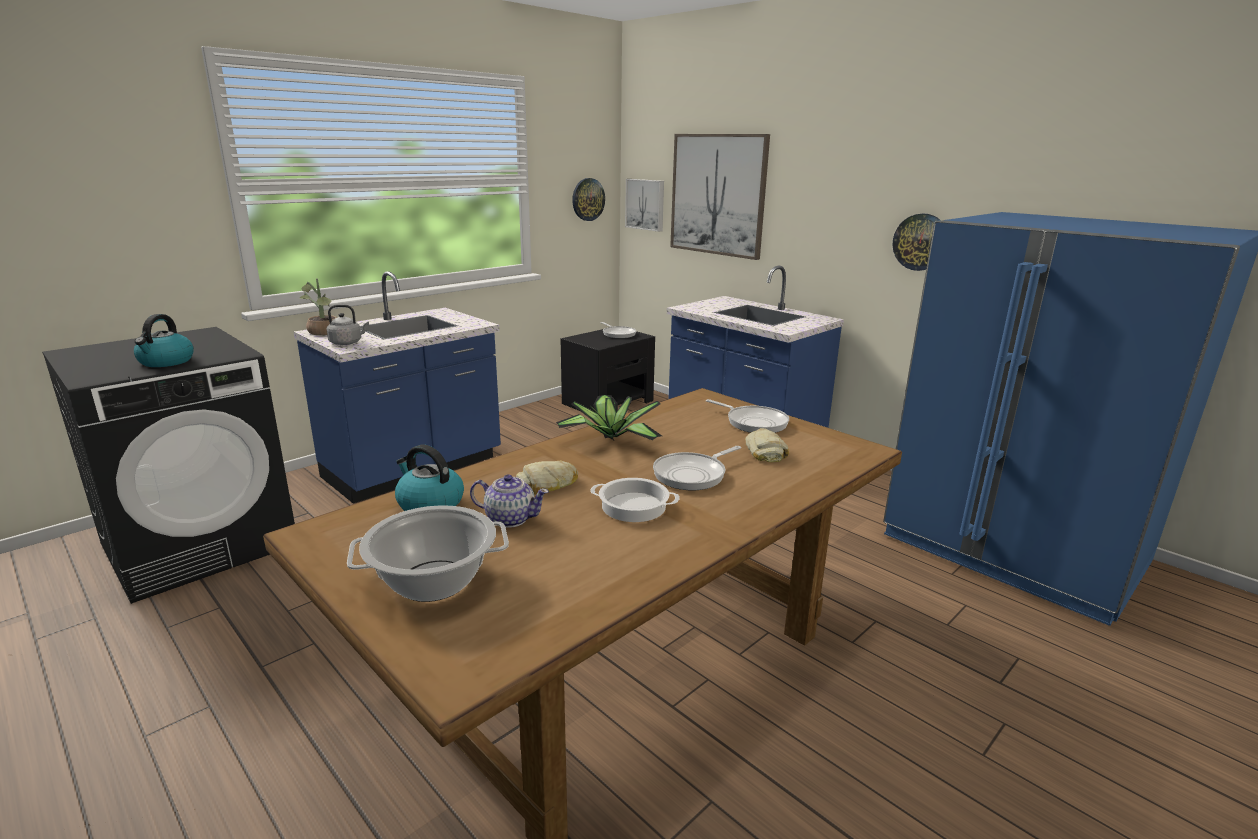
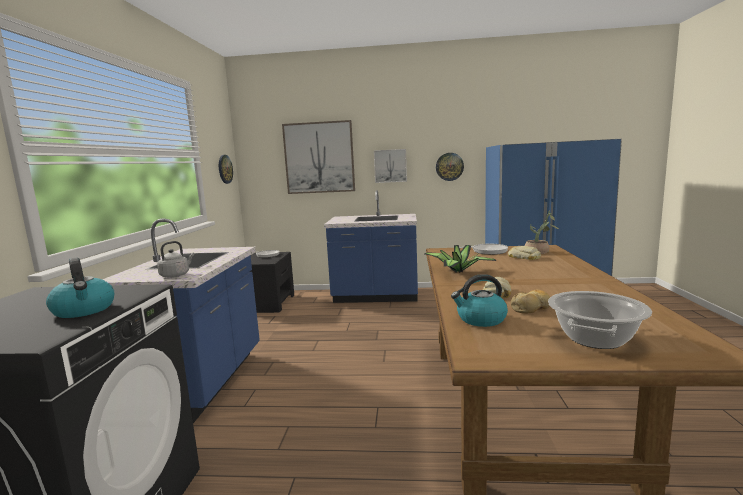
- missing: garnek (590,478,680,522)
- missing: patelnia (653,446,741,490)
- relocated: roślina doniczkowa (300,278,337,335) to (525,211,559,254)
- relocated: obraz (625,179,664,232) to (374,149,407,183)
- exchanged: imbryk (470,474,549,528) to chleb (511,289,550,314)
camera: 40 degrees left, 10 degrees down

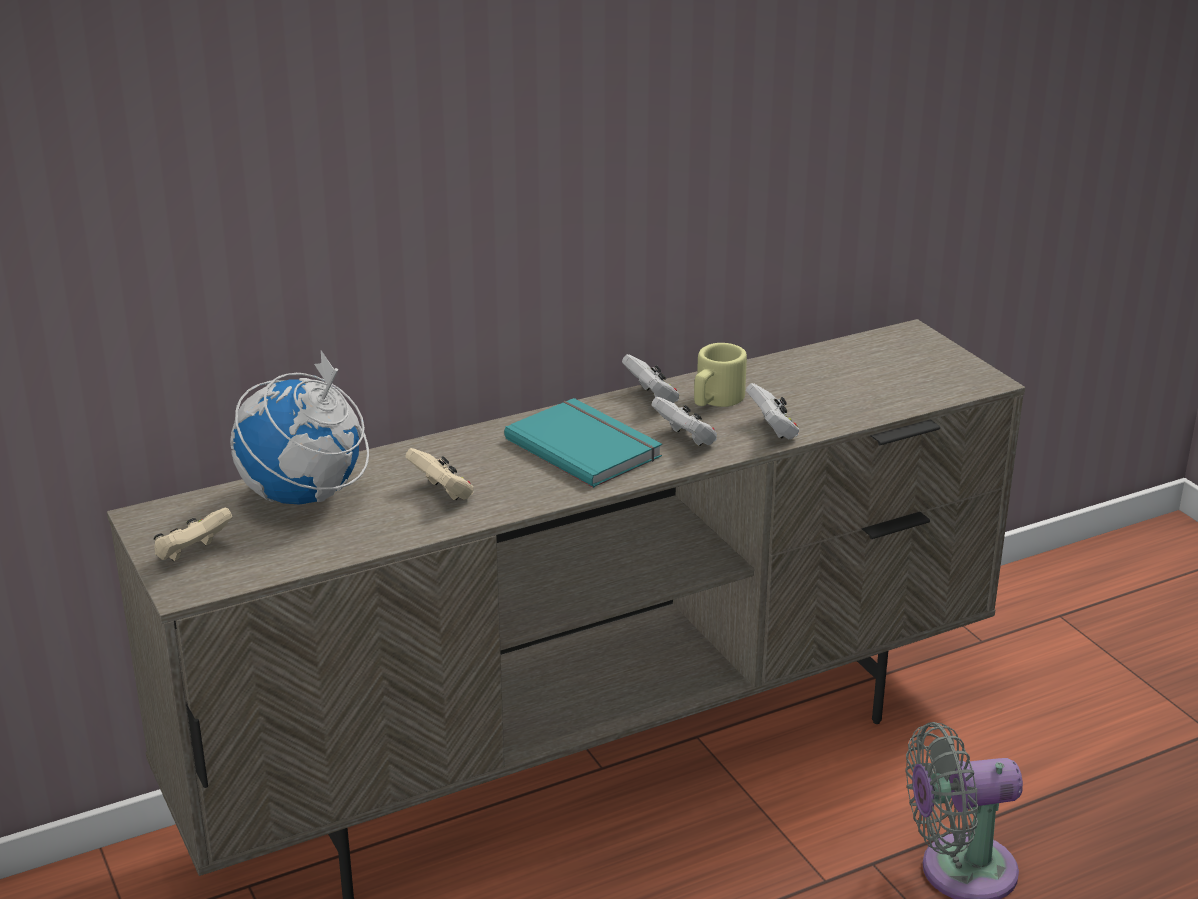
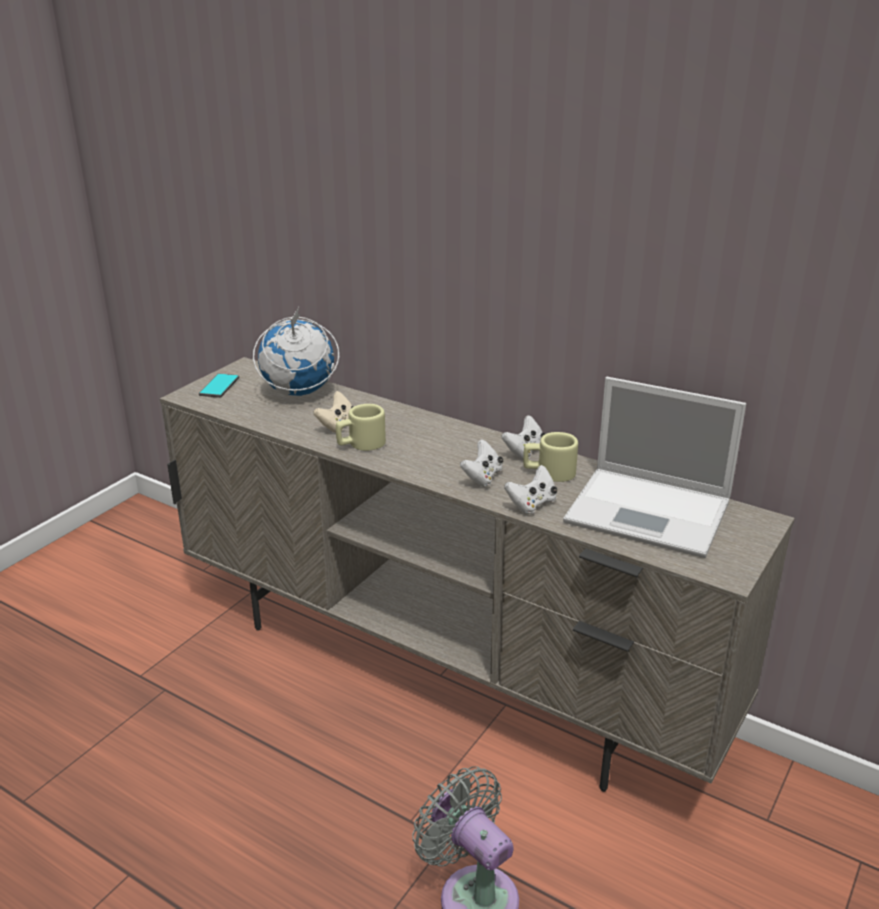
- missing: książka (turkusowy) (504,398,662,488)
- appeared: kubek (beżowy) (336,404,386,451)
- appeared: laptop (563,377,746,558)
- exchanged: pad do gier (beżowy) (153,508,232,561) to telefon (199,374,239,398)
camera: 60 degrees right, 0 degrees up

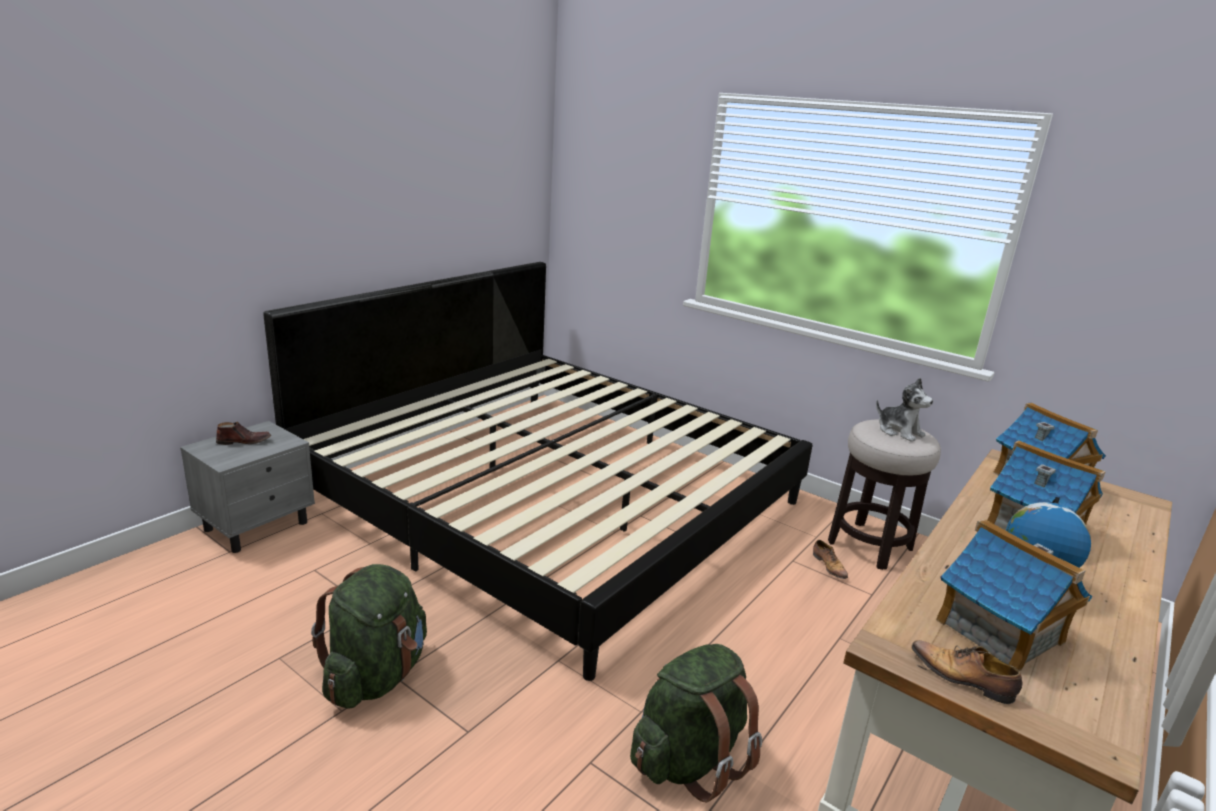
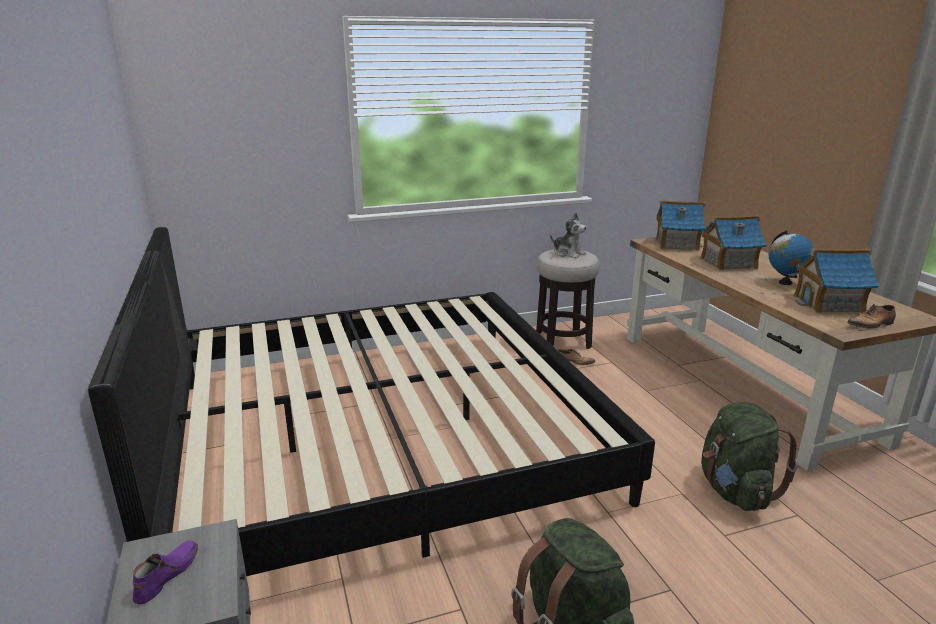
- colour: but (brązowy) (216,422,271,445) to but (fioletowy) (133,540,198,605)
- spun: pluszak (876,378,933,442) = (550,213,586,258) 45 degrees clockwise
camera: 55 degrees left, 0 degrees up

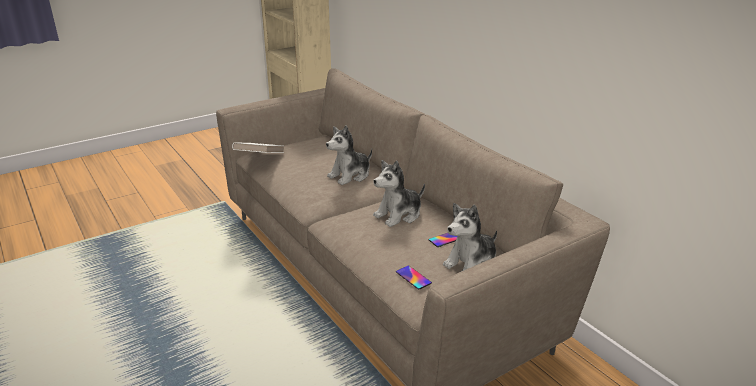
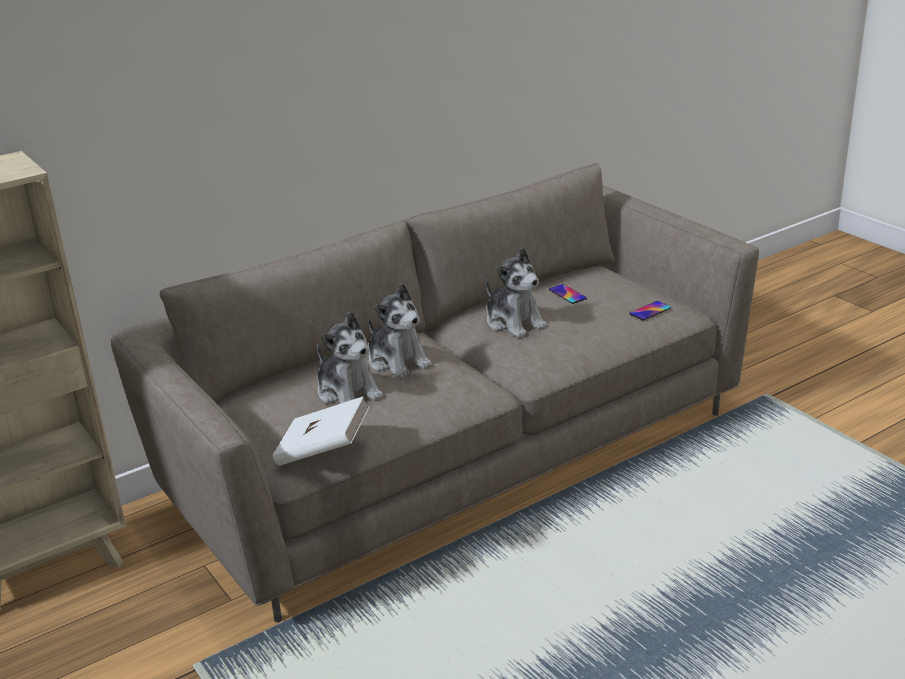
- relocated: pluszak (443,203,497,272) to (317,312,383,404)
camera: 90 degrees left, 0 degrees up

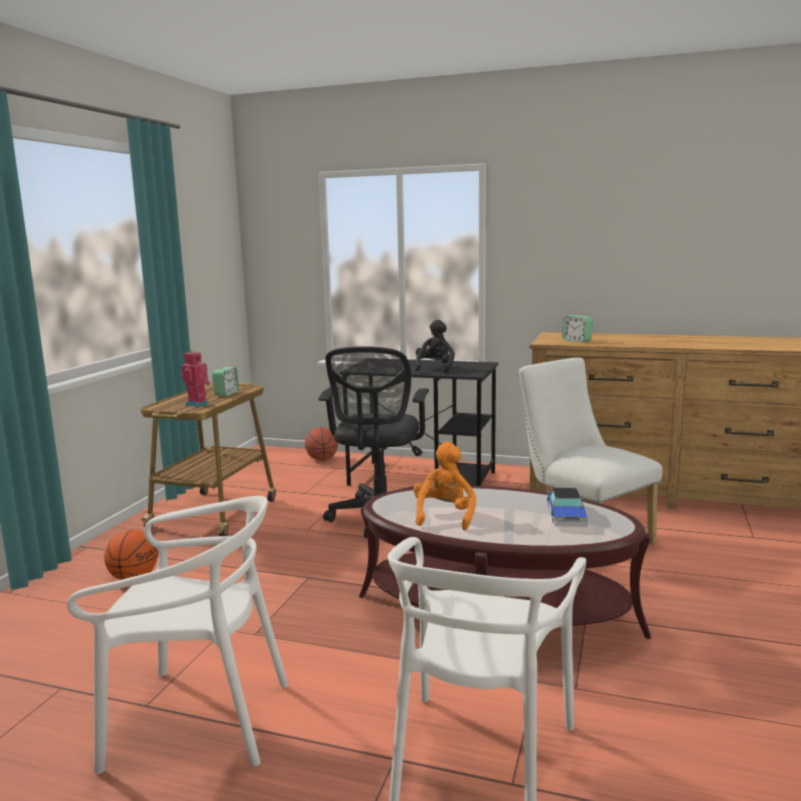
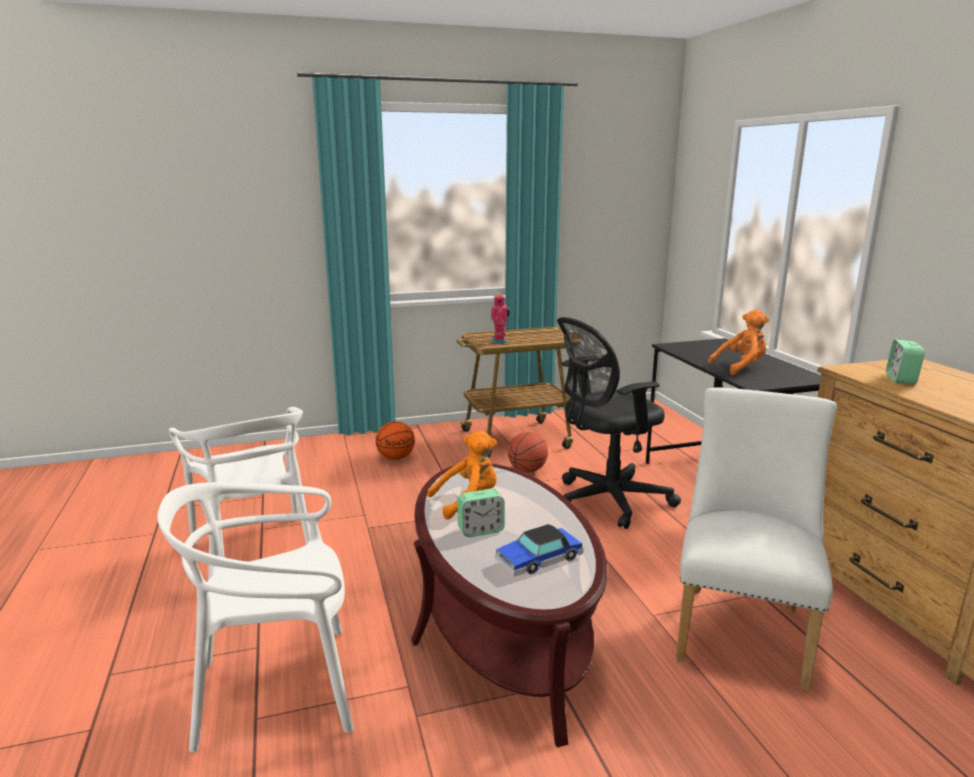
- relocated: budzik (212,367,239,396) to (457,489,505,537)
- relocated: piłka do koszykówki (305,427,338,460) to (508,432,548,472)
- colour: pluszak (czarny) (415,320,455,373) to pluszak (pomarańczowy) (708,309,769,375)
camera: 55 degrees right, 5 degrees up

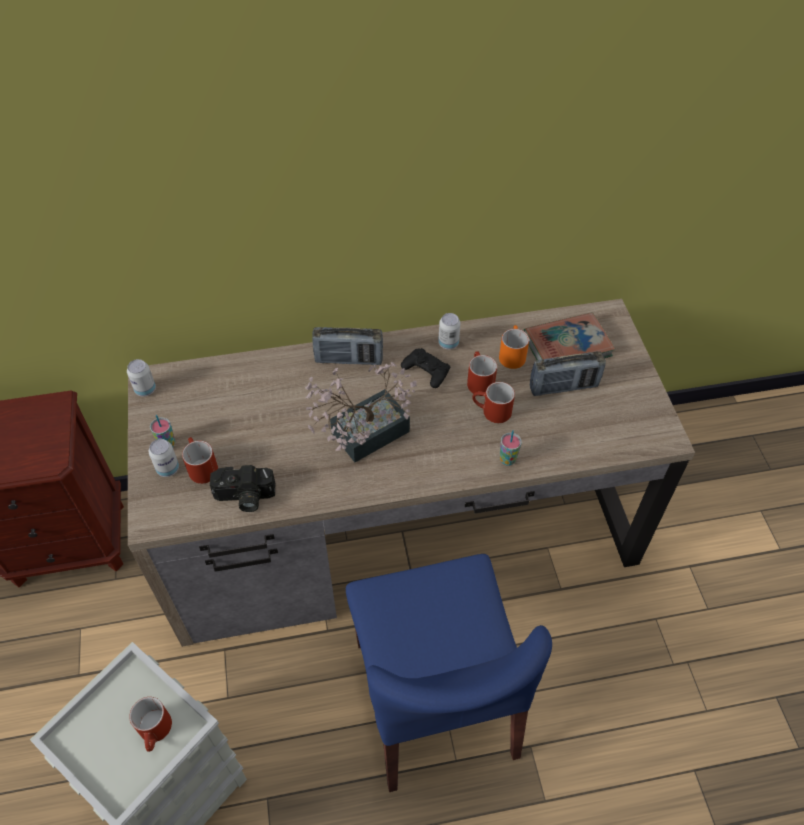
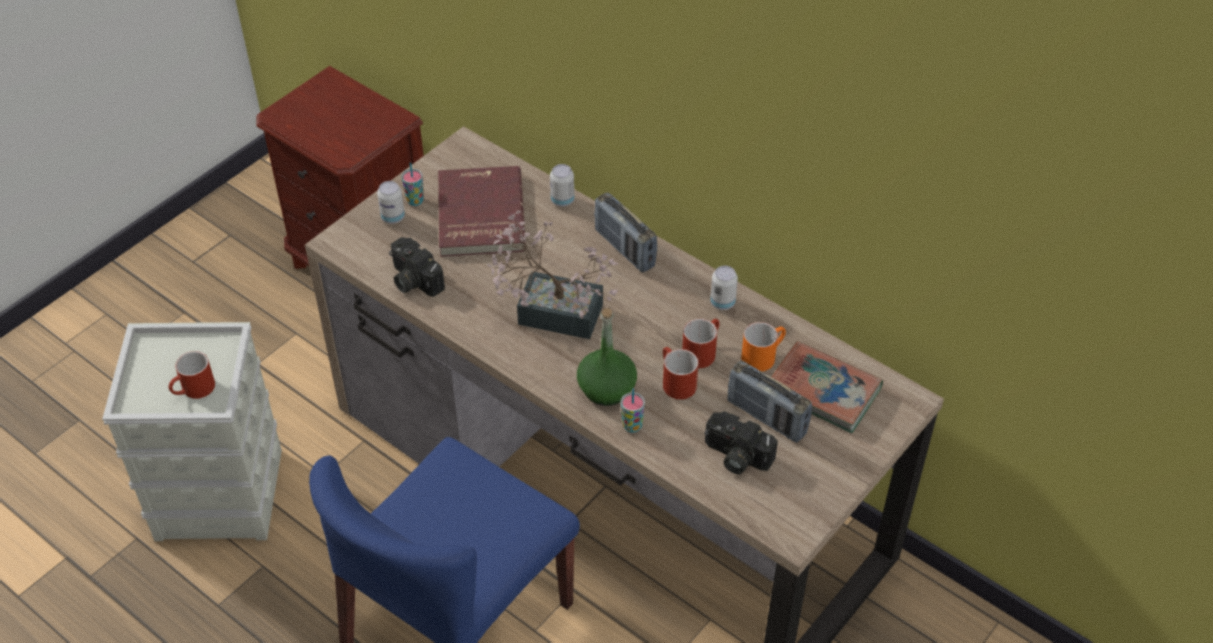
- missing: kubek (czerwony) (182,437,218,484)
- missing: pad do gier (czarny) (401,348,450,388)
- appeared: książka (czerwony) (438,166,526,257)
- appeared: butelka (zielony) (577,308,637,406)
- appeared: aparat fotograficzny (704,412,778,474)
- relocated: puszka (127,359,156,397) to (550,164,574,207)
camera: 50 degrees right, 5 degrees down

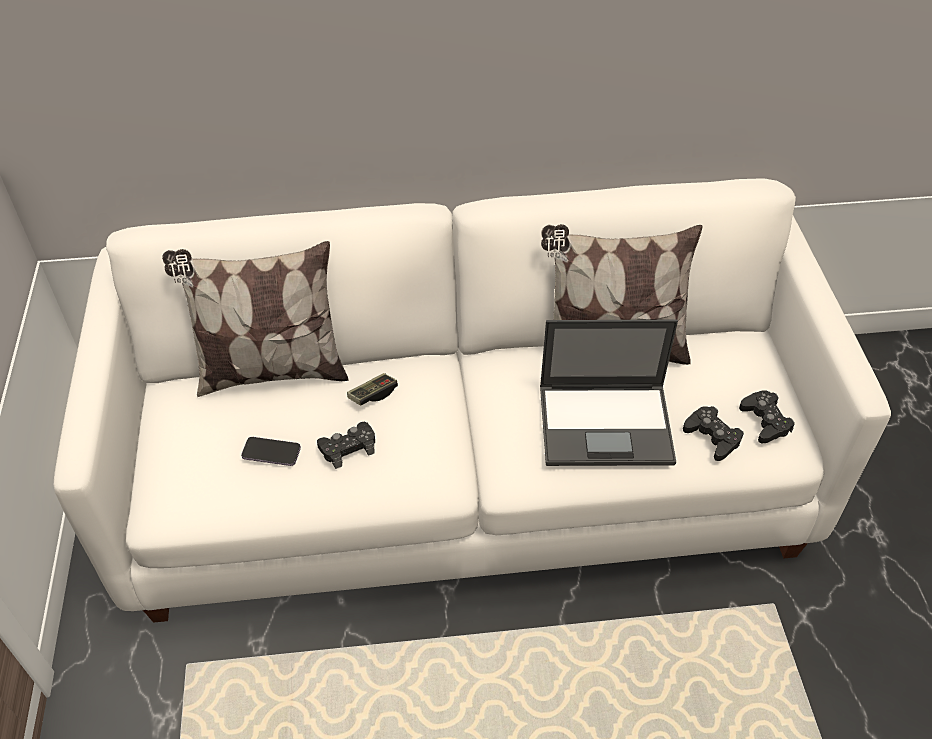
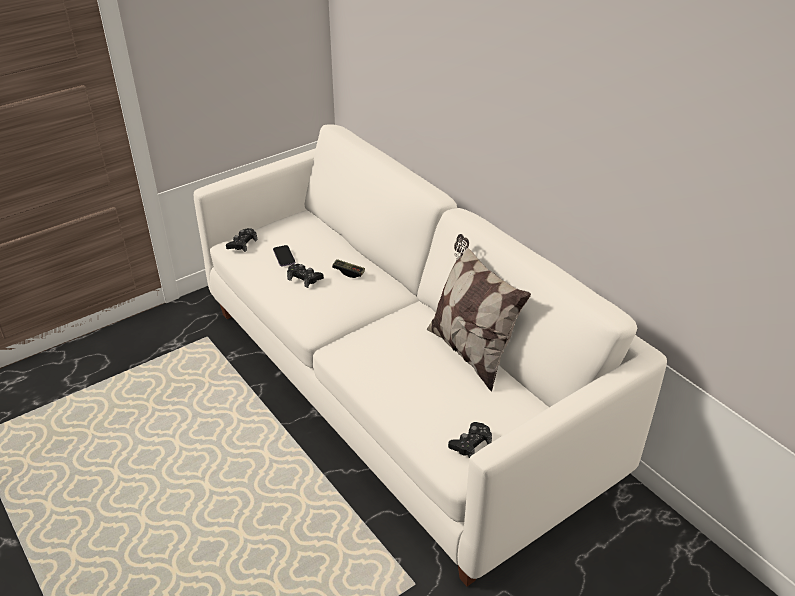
- missing: poduszka (162,241,349,397)
- missing: laptop (540,320,678,466)
- relocated: pad do gier (czarny) (683,406,744,461) to (226,228,257,252)
camera: 60 degrees right, 10 degrees down

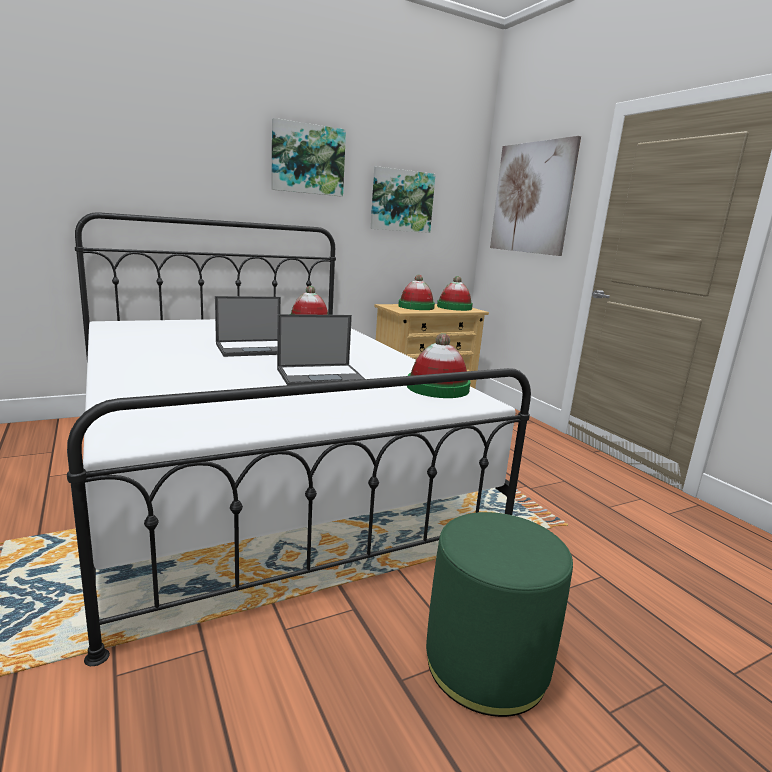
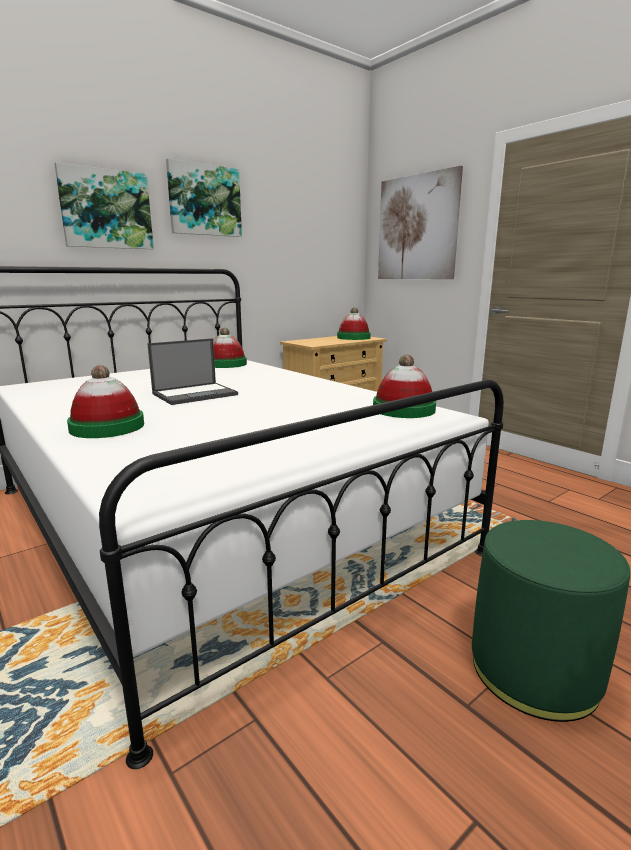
- missing: laptop (277,314,365,385)
- relocated: obraz (371,166,436,233) to (54,162,154,249)
- relocated: kapelusz (398,275,435,310) to (67,365,144,438)
camera: 10 degrees left, 0 degrees up

